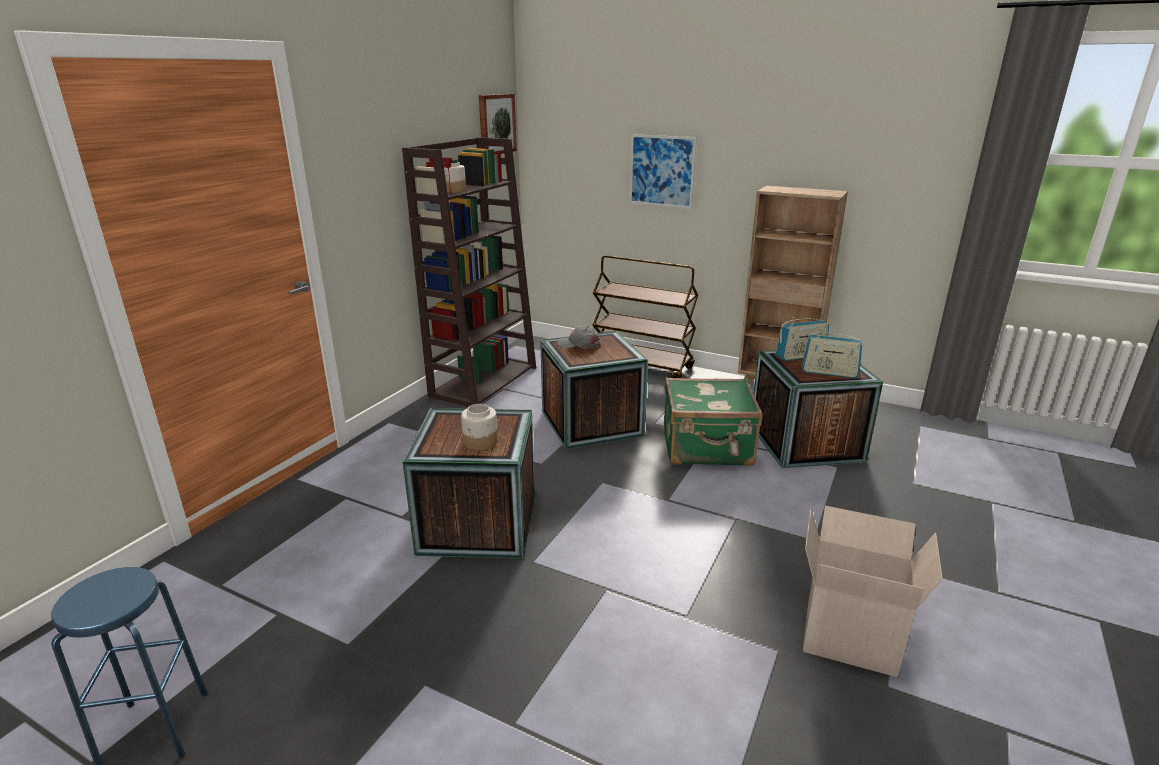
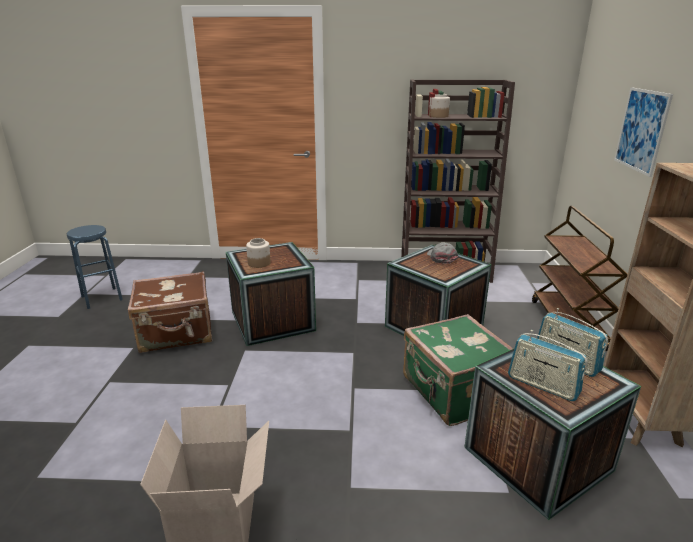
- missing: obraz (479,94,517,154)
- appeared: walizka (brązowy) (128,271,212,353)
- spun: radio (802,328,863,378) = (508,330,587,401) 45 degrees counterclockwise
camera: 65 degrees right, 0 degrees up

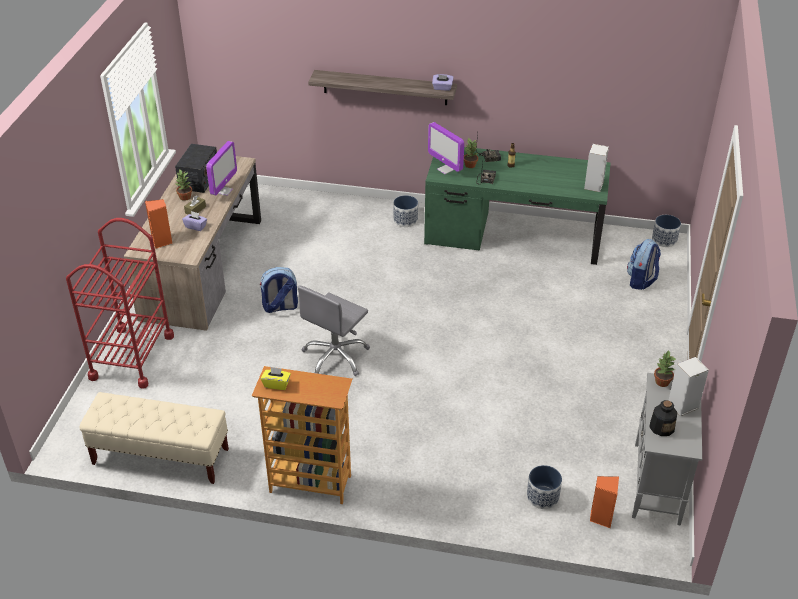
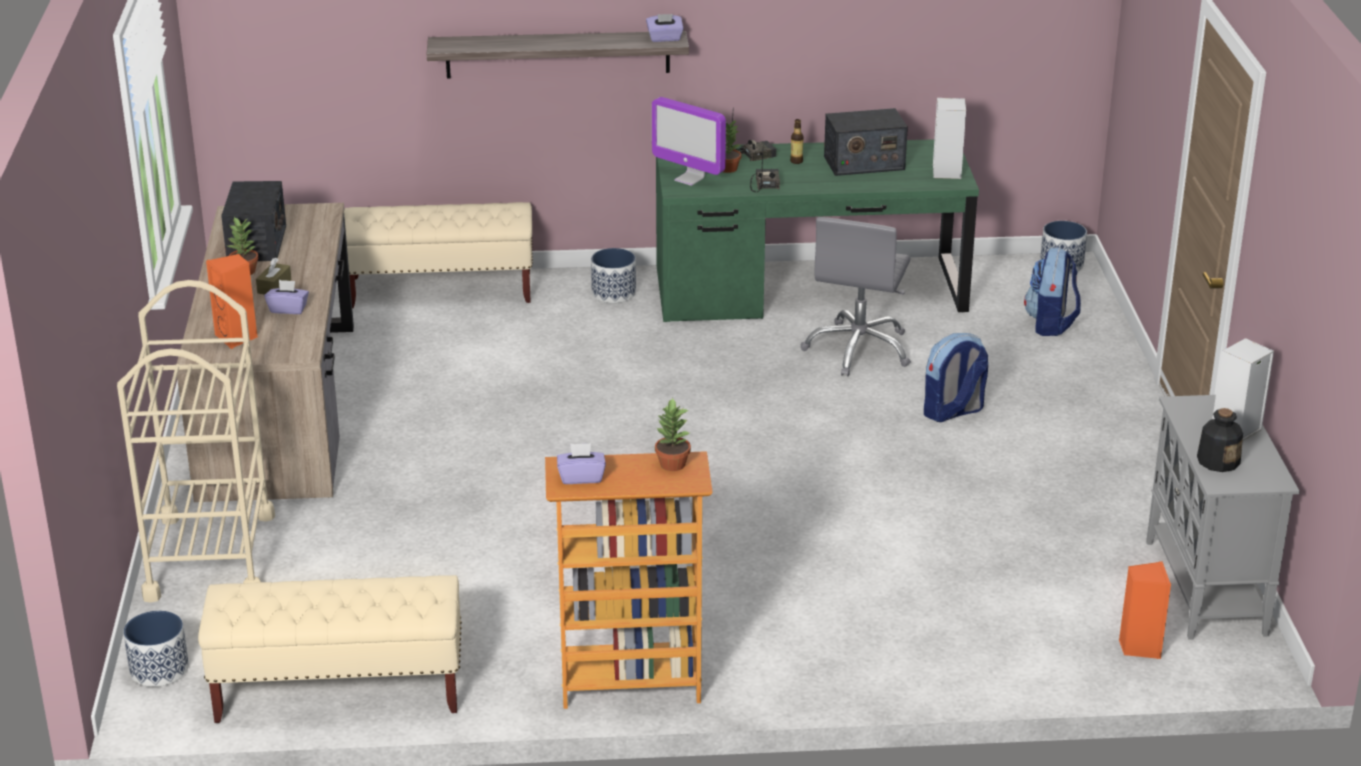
- missing: monitor (206,141,237,196)
- appeared: ławka (beżowy) (344,202,533,308)
- appeared: radio (824,108,908,176)
- relocated: plecak (260,267,298,313) to (924,333,988,422)
- relocated: krzesło biurowe (szary) (297,285,370,376) to (801,217,911,376)
- relocated: donica (527,465,562,509) to (123,611,189,687)
- relocated: roślina doniczkowa (654,351,676,387) to (655,397,691,471)
- colour: wózek (czerwony) (66,218,174,389) to wózek (beżowy) (117,280,275,603)
- colour: pudełko chusteczek (żółty) (261,367,291,390) to pudełko chusteczek (fioletowy) (557,443,606,484)
camera: 15 degrees left, 10 degrees down

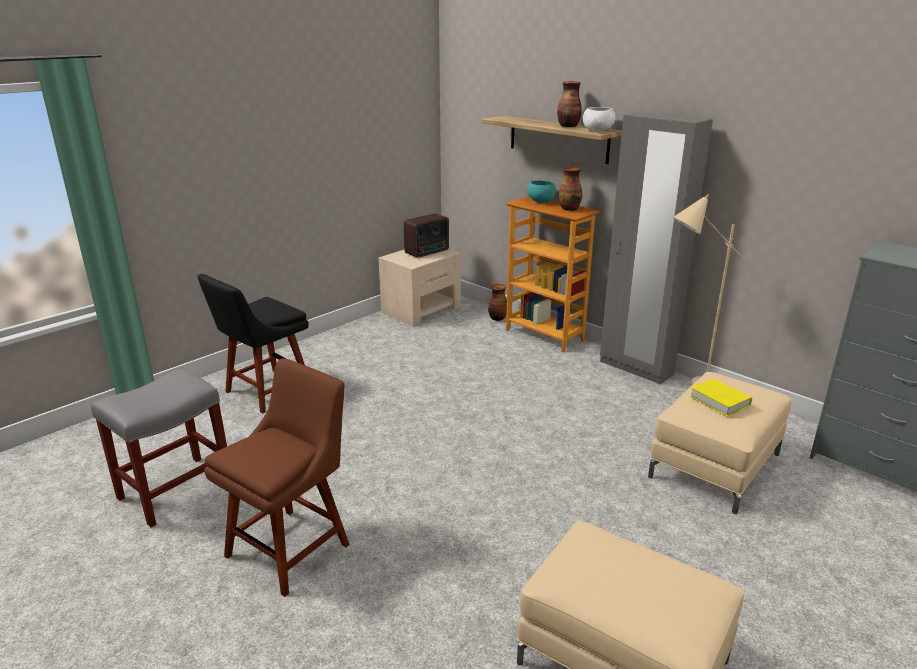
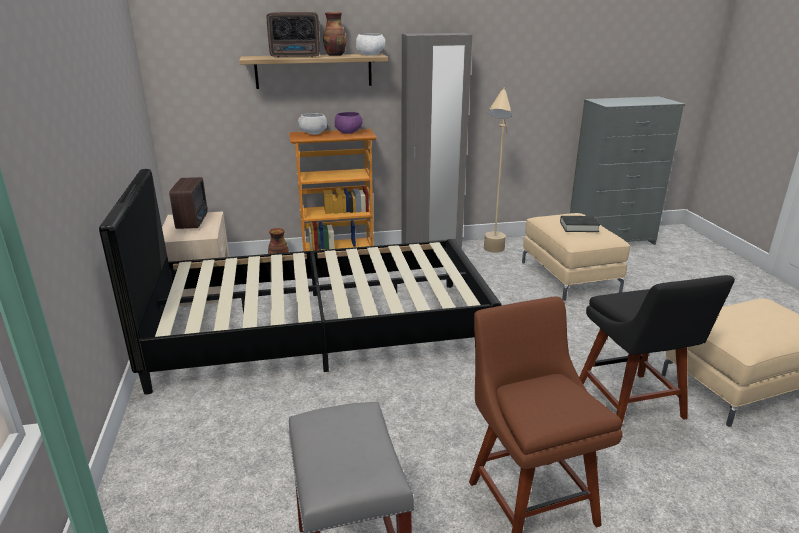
- appeared: łóżko (czarny) (99,169,502,395)
- appeared: radio (267,12,320,58)
- relocated: krzesło (czarny) (197,274,309,414) to (579,275,735,429)
- exchanged: wazon (559,167,582,211) to miska (fioletowy) (335,112,363,134)
- colour: miska (turkusowy) (527,180,556,203) to miska (biały) (298,113,327,135)
- colour: książka (żółty) (690,379,752,417) to książka (czarny) (560,216,600,232)
camera: 55 degrees left, 0 degrees up

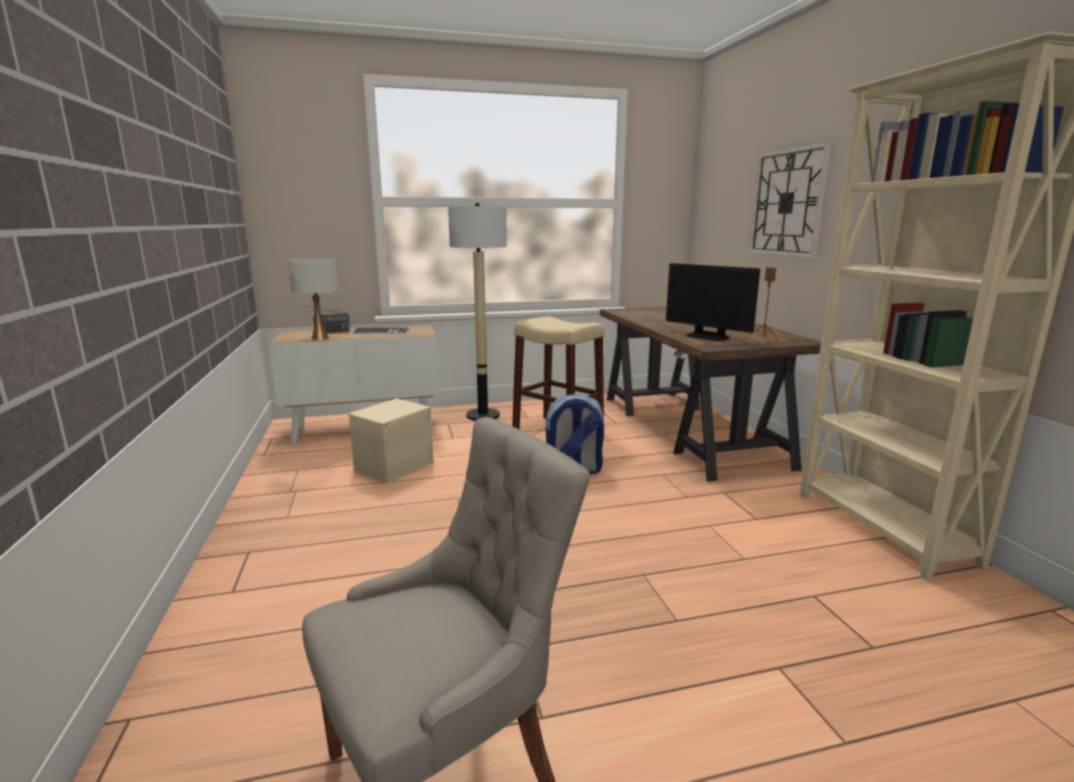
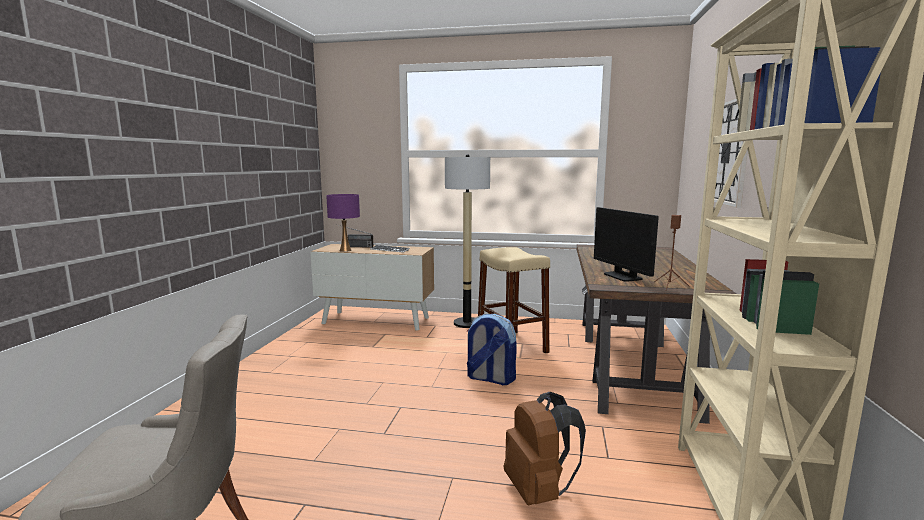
- missing: pojemnik do przechowywania (beżowy) (348,398,434,483)
- appeared: plecak (brązowy) (504,392,586,505)
- colour: lampa stołowa (biały) (288,258,338,340) to lampa stołowa (fioletowy) (326,194,360,252)
camera: 25 degrees right, 5 degrees down

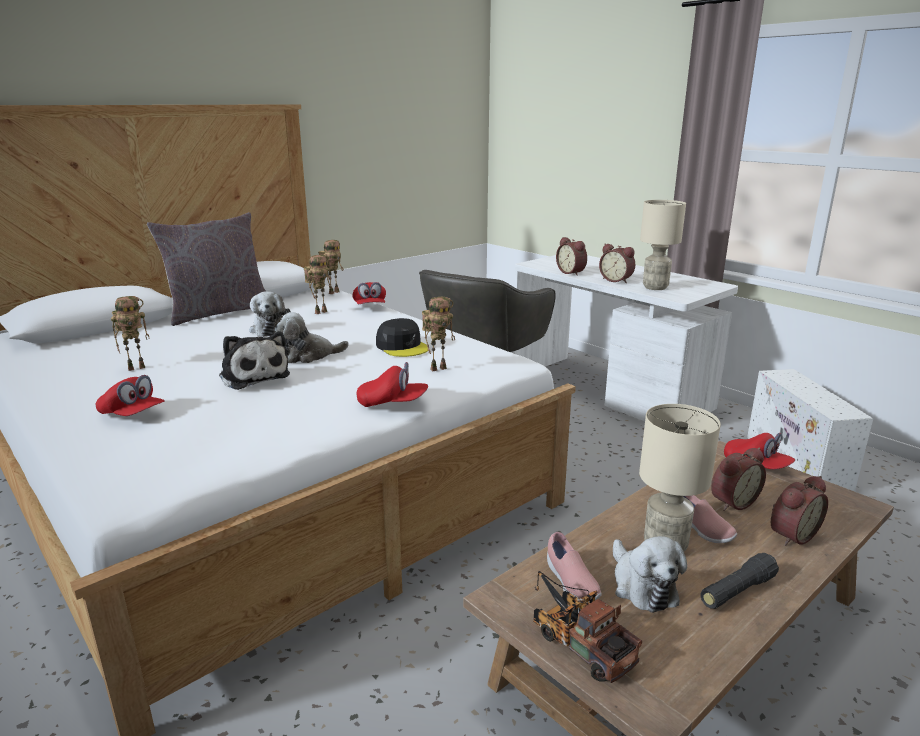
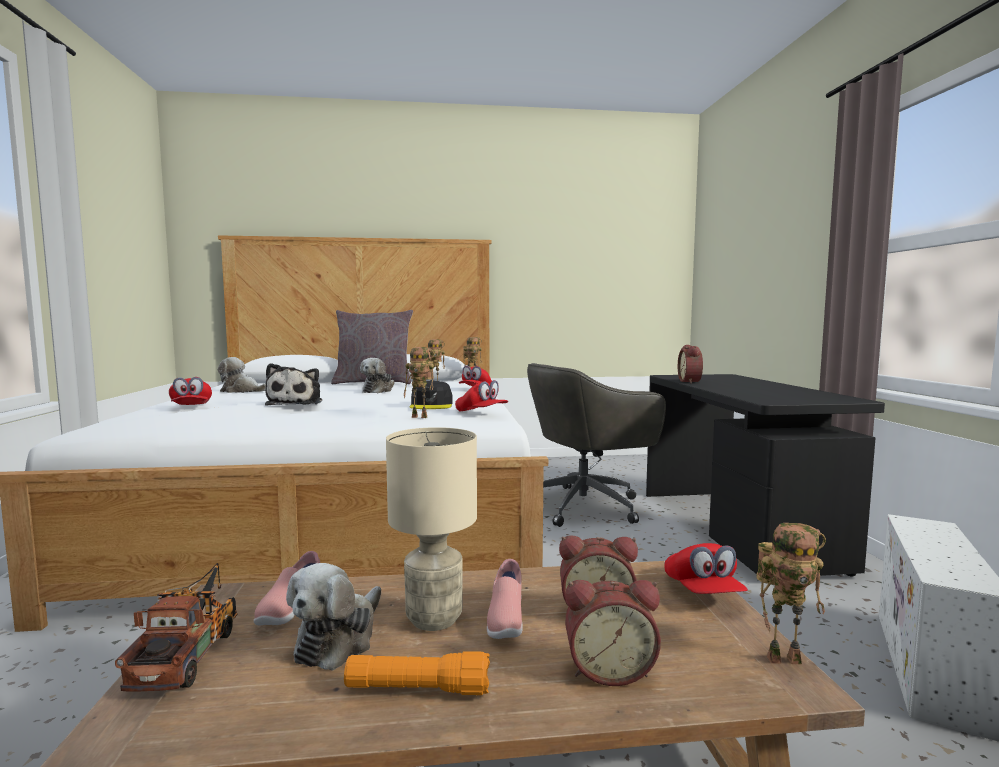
- missing: budzik (599,244,635,283)
- missing: lampa stołowa (beżowy) (640,200,686,290)
- relocated: robot zabawkowy (111,296,150,371) to (756,523,826,665)
- relocated: pluszak (275,312,349,363) to (218,357,266,393)
- relocated: czapka z daszkiem (czerwony) (357,362,428,407) to (455,380,508,411)
- colour: biurko (biały) (513,255,738,421) to biurko (czarny) (646,374,885,577)
- colour: latarka (czarny) (701,553,779,609) to latarka (pomarańczowy) (344,651,490,695)
camera: 35 degrees right, 15 degrees down

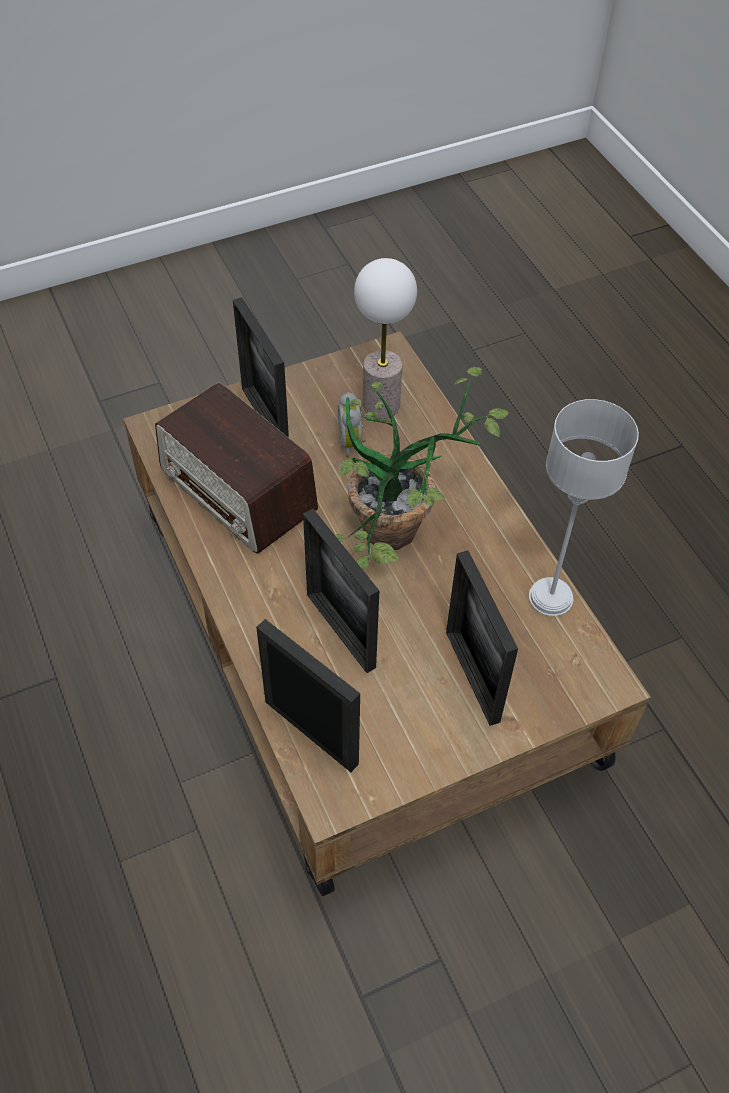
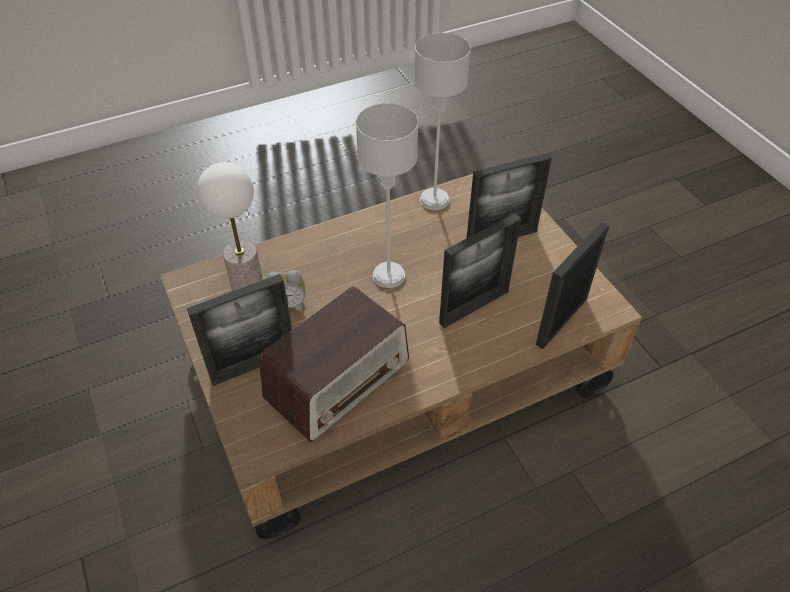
- exchanged: roślina doniczkowa (335,367,509,570) to lampa stołowa (szary) (356,103,418,288)
camera: 90 degrees left, 5 degrees down

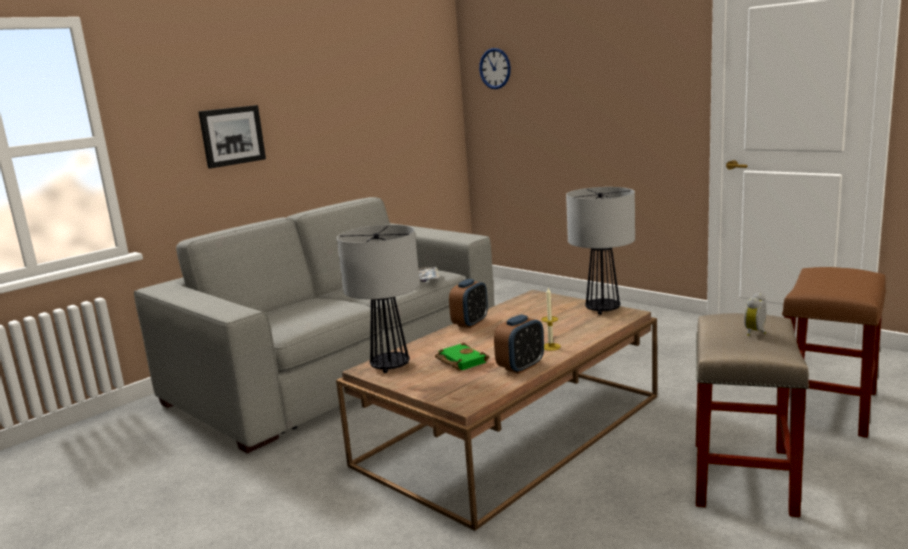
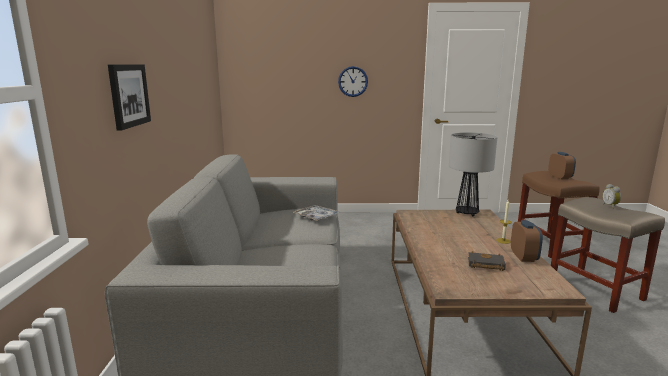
- missing: lampa stołowa (337,225,420,373)
- relocated: budzik (449,279,488,328) to (548,152,576,179)
- relocated: zegar ścienny (479,48,511,89) to (338,66,368,97)
- colour: książka (zielony) (435,343,489,371) to książka (czarny) (468,251,506,271)
camera: 45 degrees left, 0 degrees up

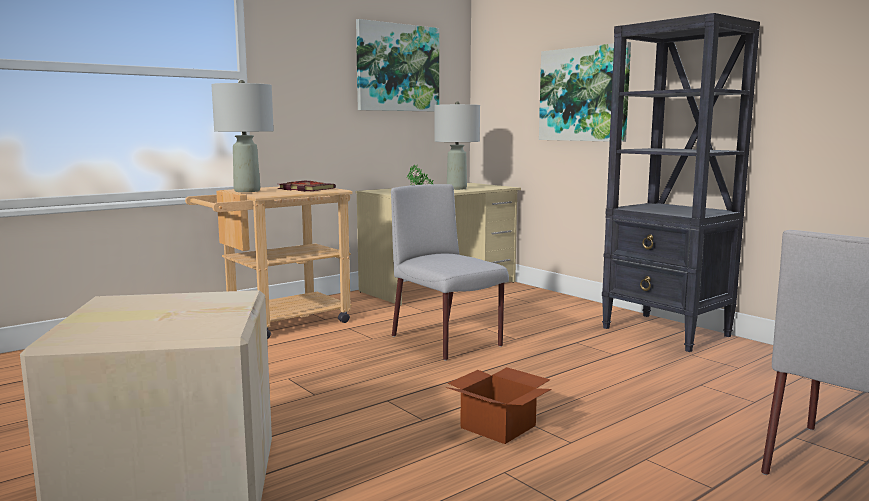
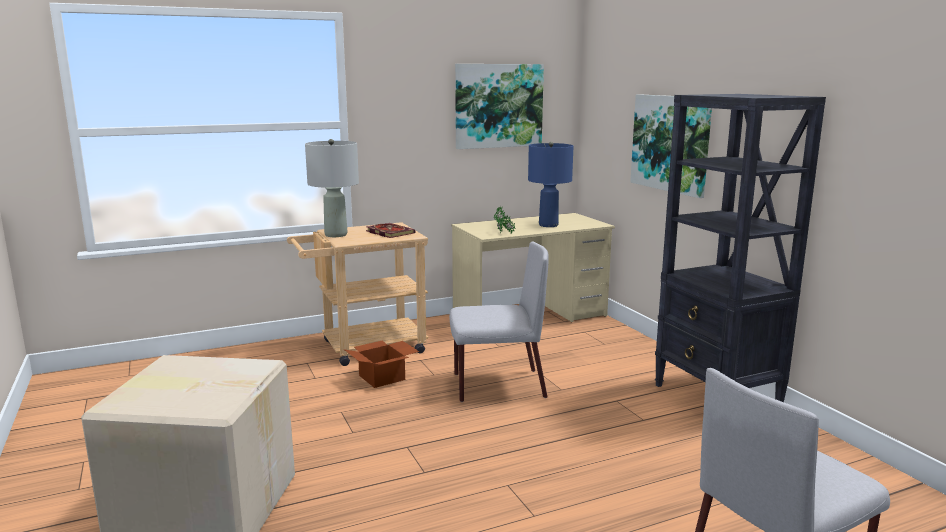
- relocated: karton (445,367,552,444) to (344,340,419,388)
- colour: lampa stołowa (szary) (435,101,480,190) to lampa stołowa (niebieski) (528,142,573,227)
- spun: krzesło (szary) (391,184,509,361) = (449,242,549,402) 105 degrees clockwise
camera: 15 degrees right, 5 degrees up

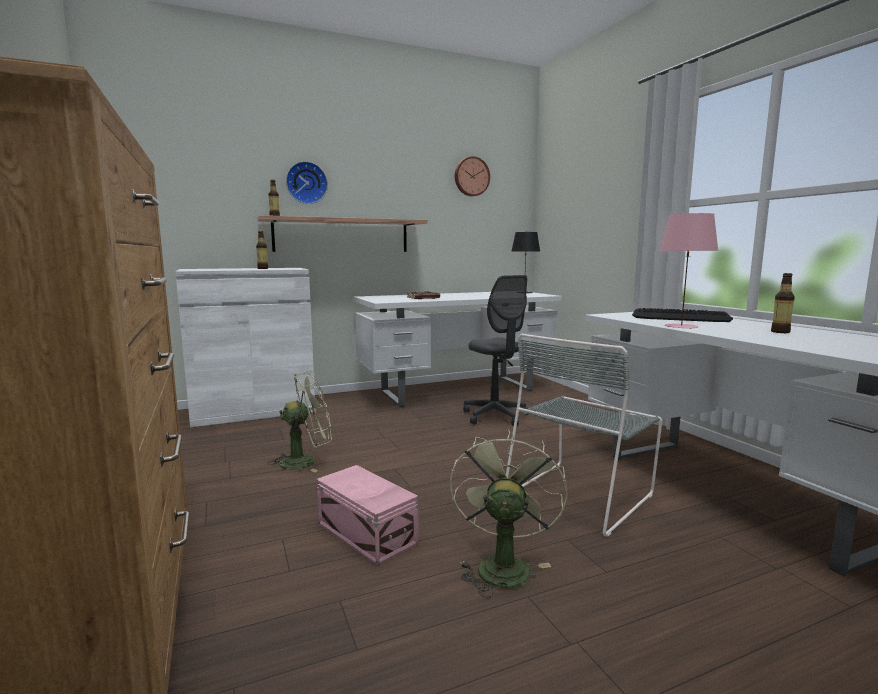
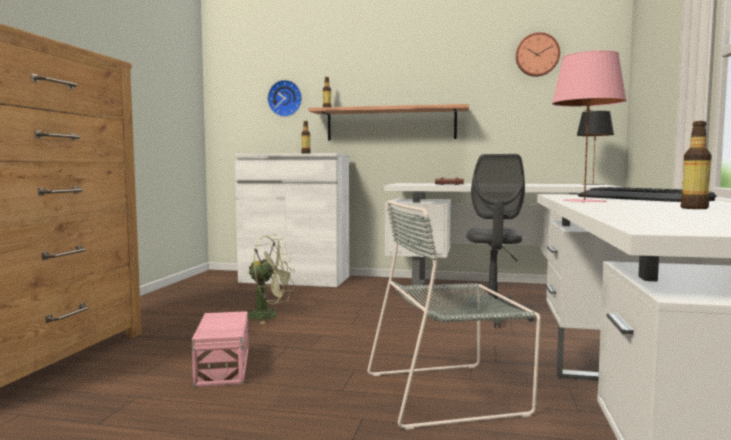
- missing: wentylator (zielony) (450,429,568,598)
- relocated: zegar ścienny (286,161,328,204) to (267,80,302,117)
camera: 35 degrees right, 5 degrees down

